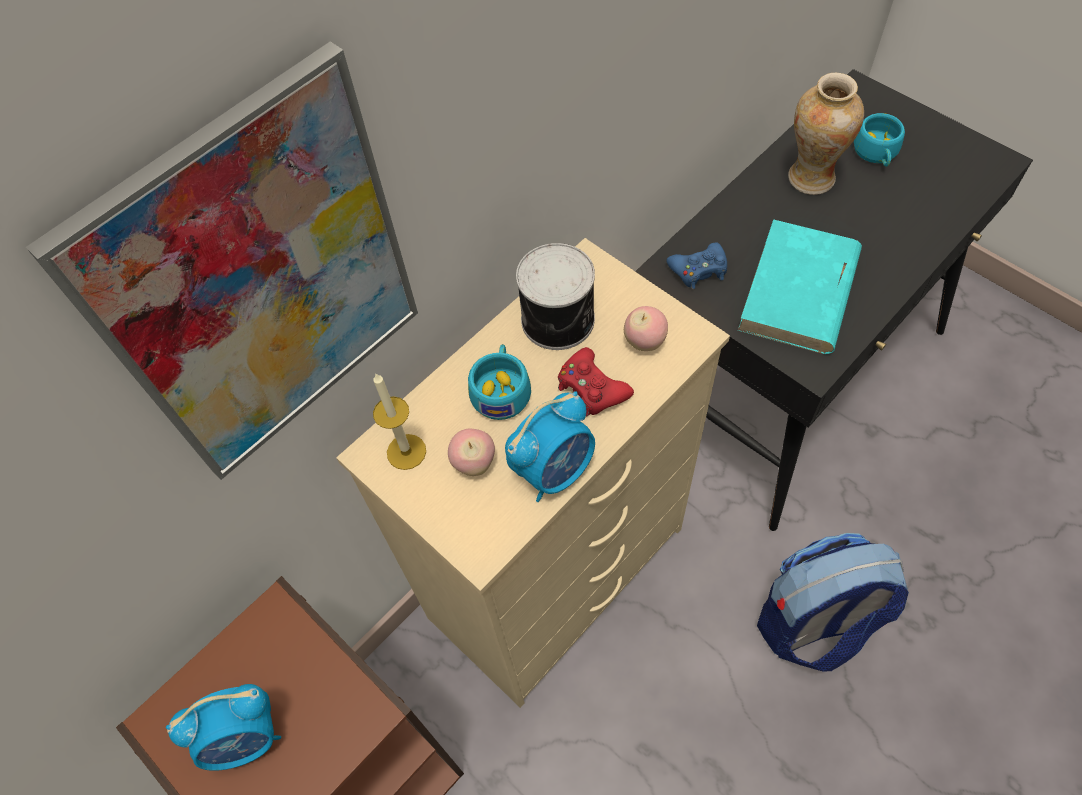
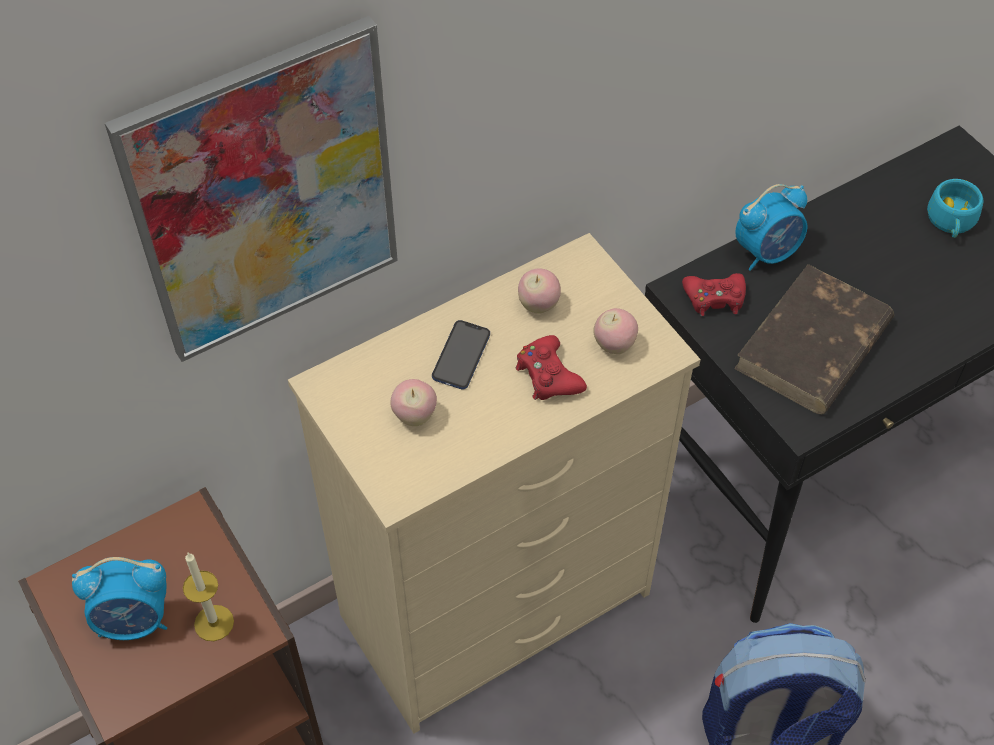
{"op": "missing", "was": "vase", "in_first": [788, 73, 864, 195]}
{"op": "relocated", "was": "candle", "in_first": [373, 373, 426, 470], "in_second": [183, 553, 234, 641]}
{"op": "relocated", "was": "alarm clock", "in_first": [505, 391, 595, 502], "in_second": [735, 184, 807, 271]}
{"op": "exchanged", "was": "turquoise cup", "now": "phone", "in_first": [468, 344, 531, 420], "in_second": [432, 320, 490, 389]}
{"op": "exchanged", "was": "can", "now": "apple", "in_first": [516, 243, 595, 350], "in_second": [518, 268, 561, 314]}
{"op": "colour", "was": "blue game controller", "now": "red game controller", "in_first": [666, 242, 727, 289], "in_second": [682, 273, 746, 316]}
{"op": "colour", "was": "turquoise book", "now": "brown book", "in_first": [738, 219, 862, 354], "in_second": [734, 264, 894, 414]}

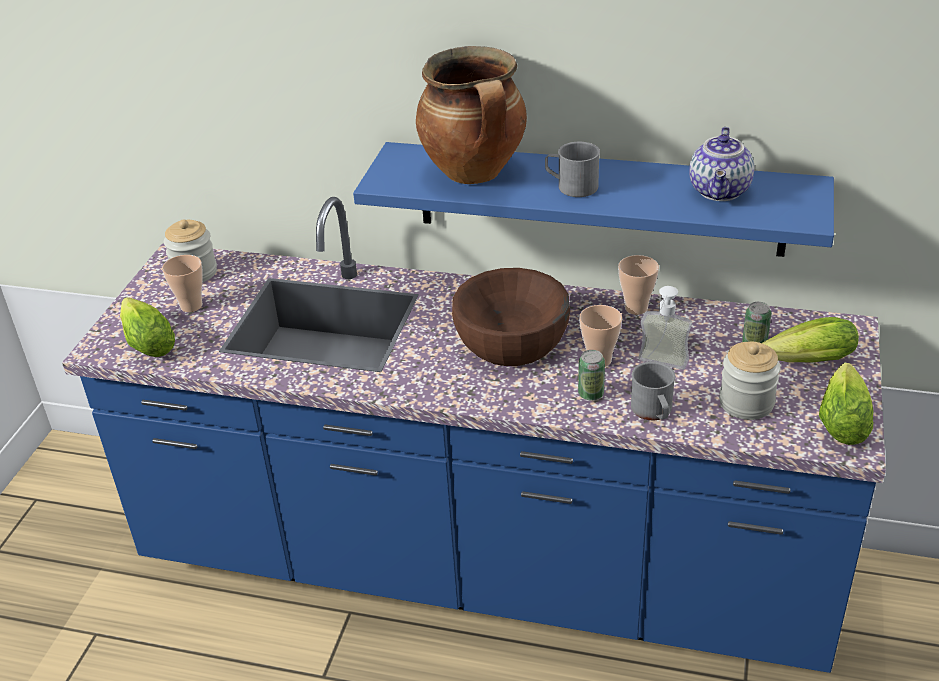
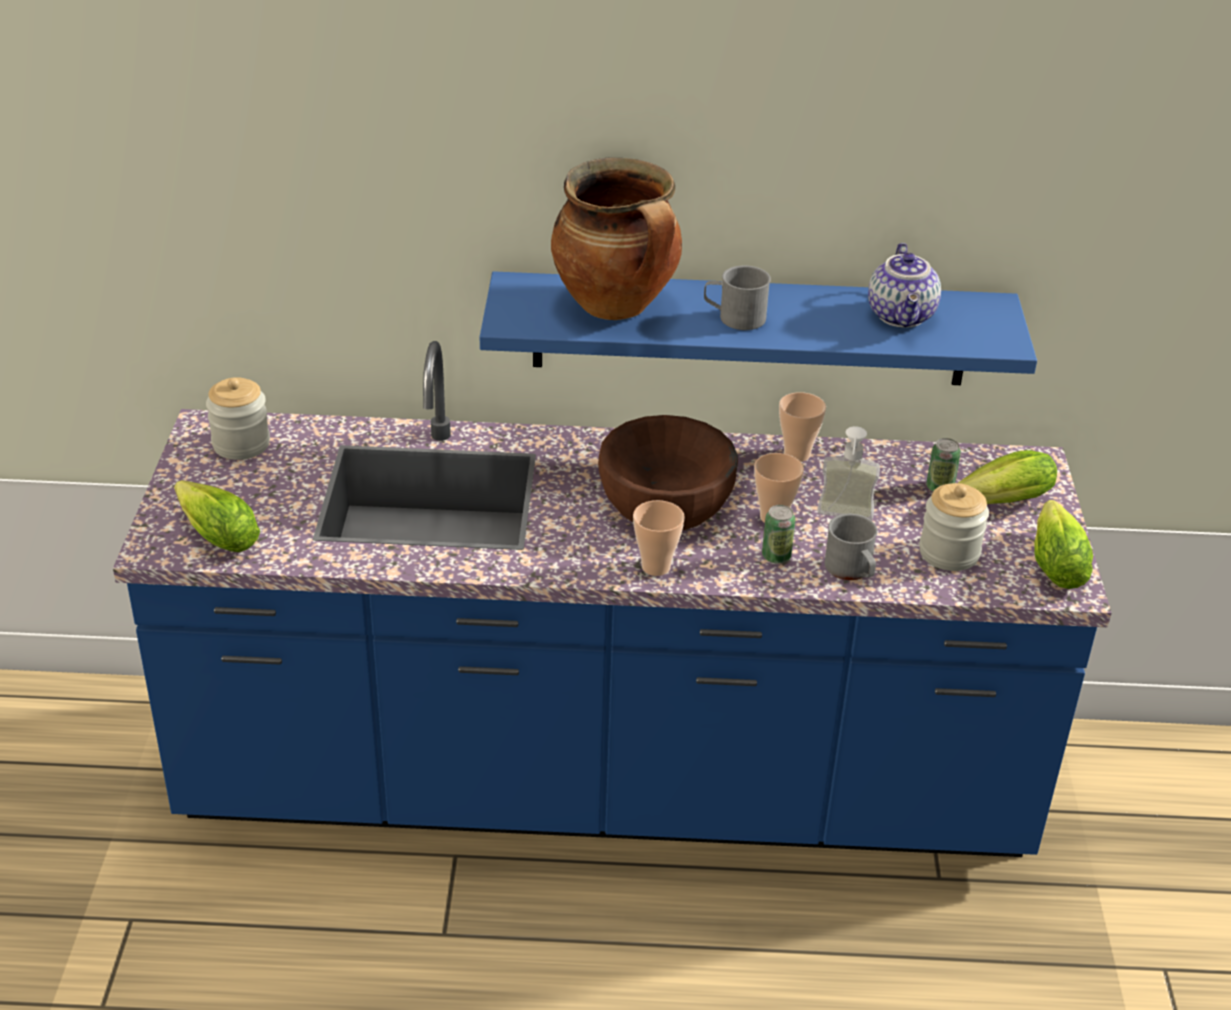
{"op": "relocated", "was": "cup", "in_first": [162, 255, 203, 312], "in_second": [633, 500, 685, 576]}

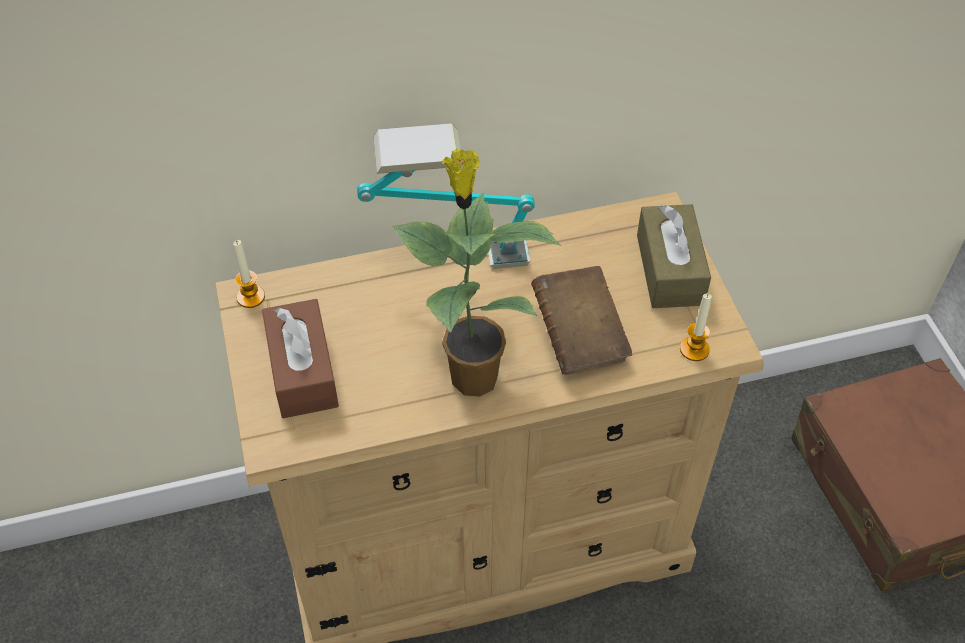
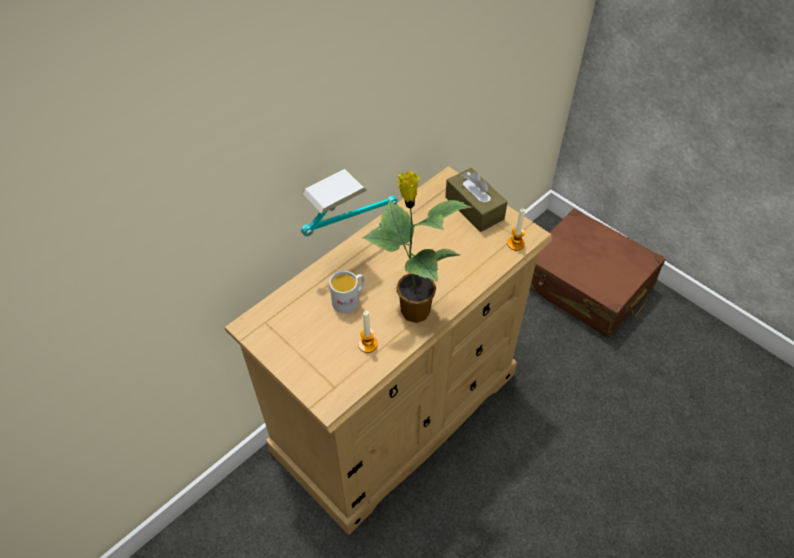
{"op": "missing", "was": "brown tissue box", "in_first": [262, 299, 339, 418]}
{"op": "missing", "was": "brown book", "in_first": [531, 266, 632, 374]}
{"op": "appeared", "now": "white mug", "in_second": [329, 271, 365, 314]}
{"op": "relocated", "was": "candle", "in_first": [233, 240, 265, 308], "in_second": [358, 311, 378, 353]}

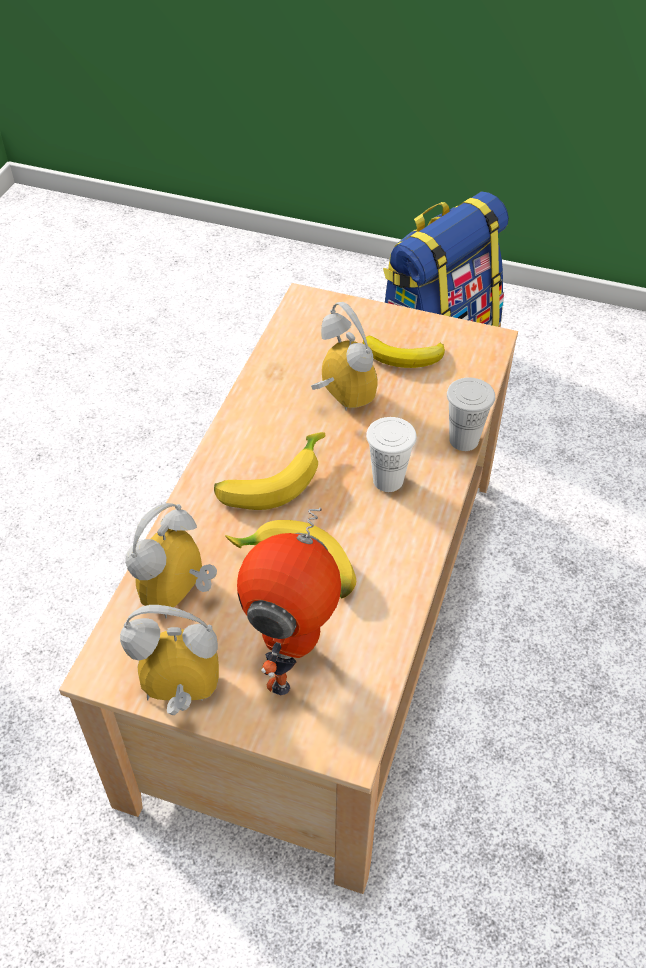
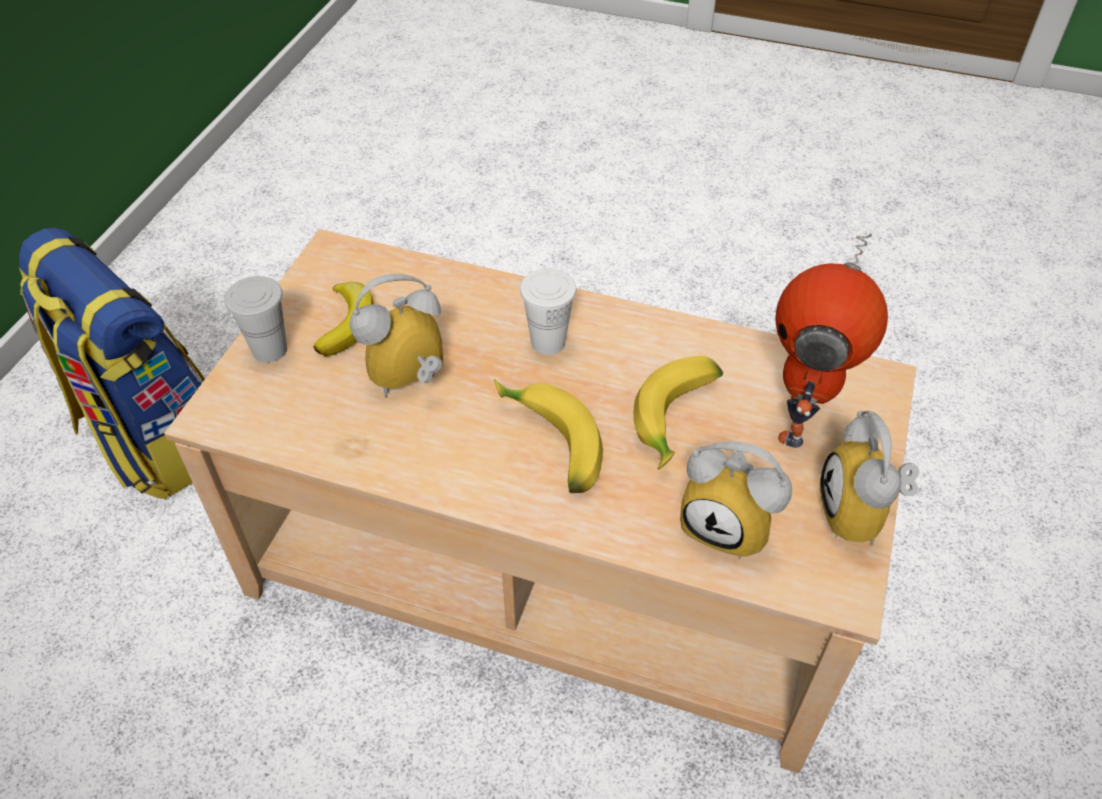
{"op": "relocated", "was": "white cup", "in_first": [447, 378, 495, 451], "in_second": [224, 276, 287, 363]}
{"op": "spun", "was": "toy robot", "in_first": [237, 508, 341, 695], "in_second": [775, 233, 888, 448], "clockwise": 90}

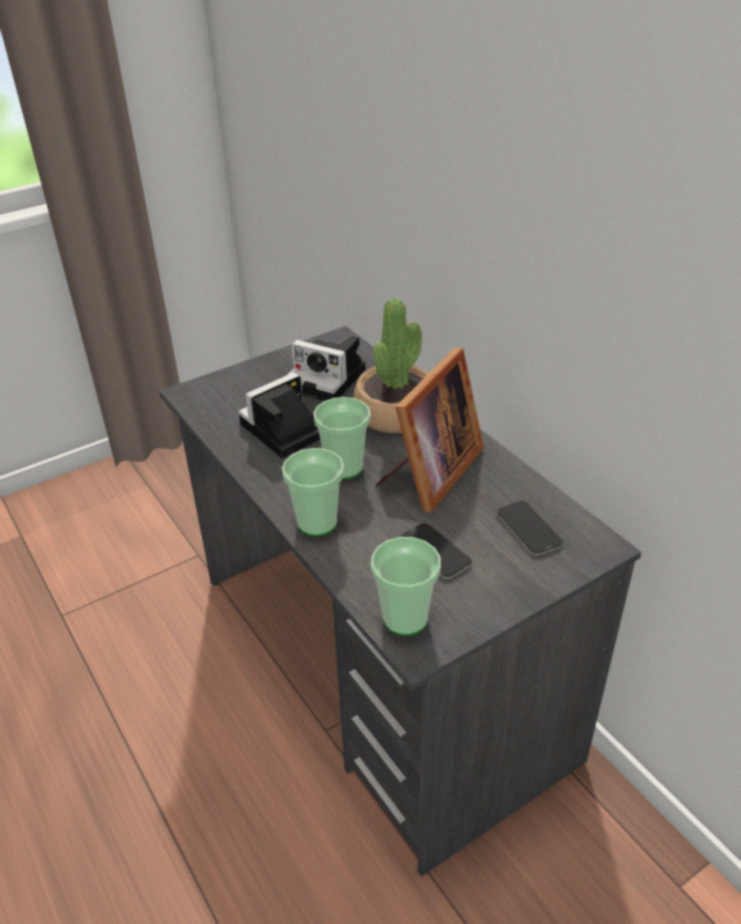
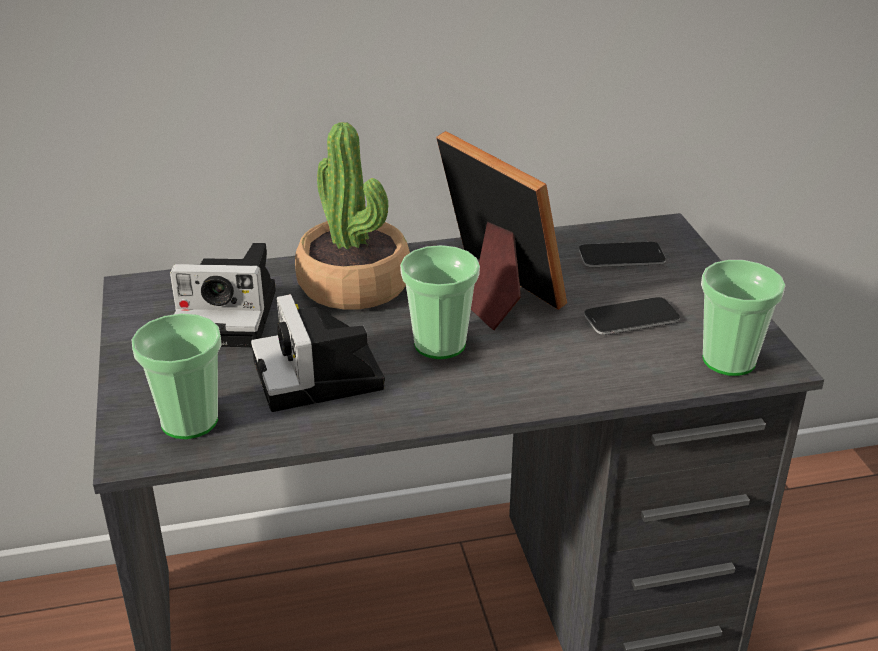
{"op": "relocated", "was": "cup", "in_first": [282, 448, 344, 536], "in_second": [132, 313, 222, 439]}
{"op": "spun", "was": "photo camera", "in_first": [287, 336, 366, 401], "in_second": [170, 243, 276, 347], "clockwise": 45}

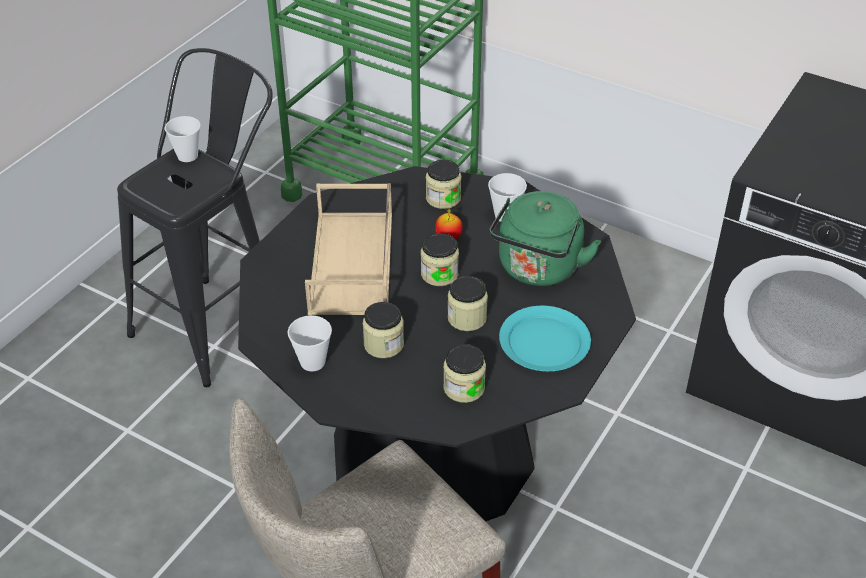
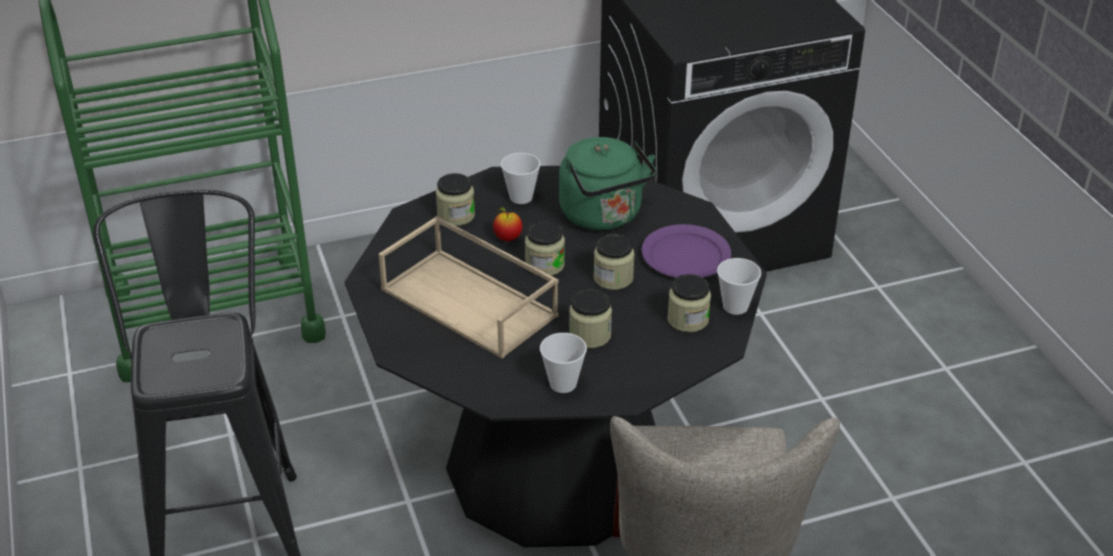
{"op": "relocated", "was": "cup", "in_first": [165, 116, 201, 162], "in_second": [717, 258, 761, 315]}
{"op": "colour", "was": "turquoise plate", "now": "purple plate", "in_first": [499, 306, 591, 371], "in_second": [642, 224, 731, 278]}

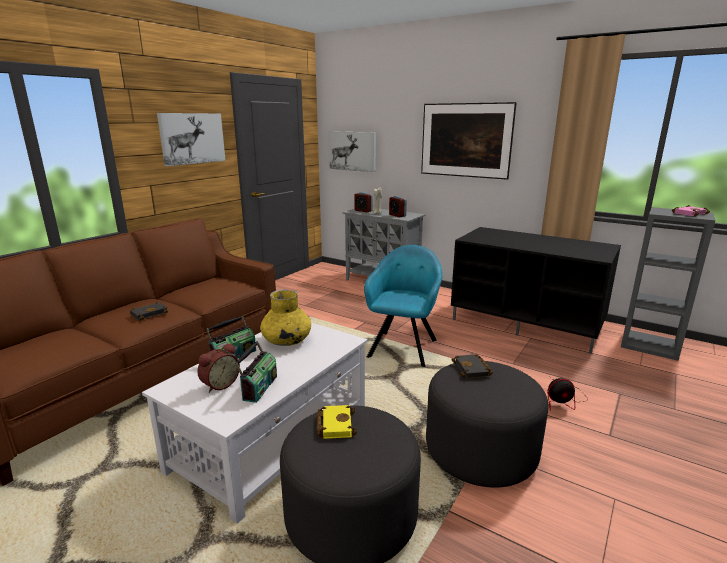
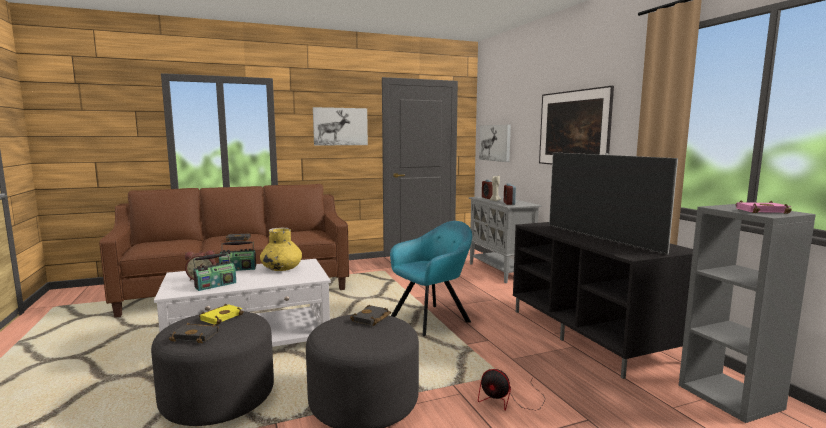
{"op": "appeared", "now": "black book", "in_second": [169, 323, 219, 343]}
{"op": "appeared", "now": "television", "in_second": [549, 152, 678, 255]}

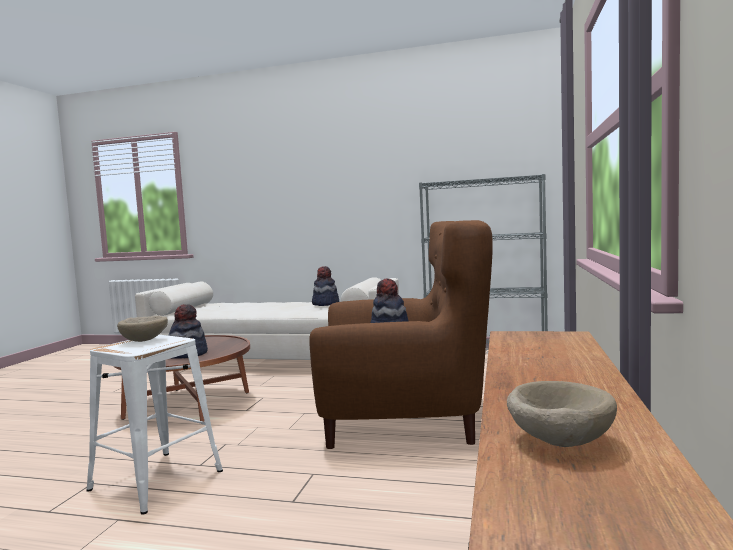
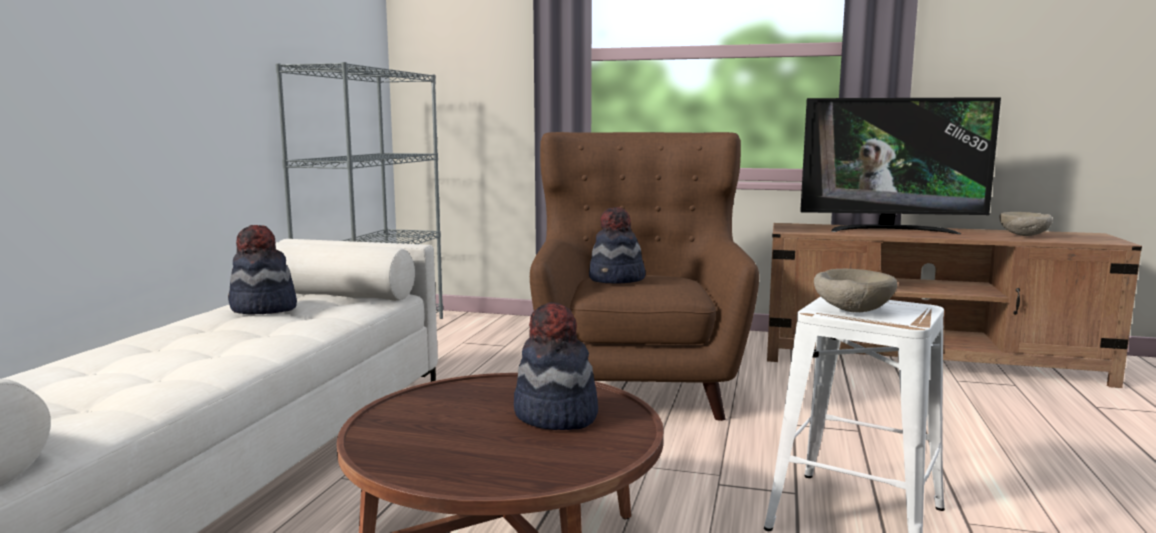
{"op": "appeared", "now": "television", "in_second": [800, 97, 1001, 234]}

